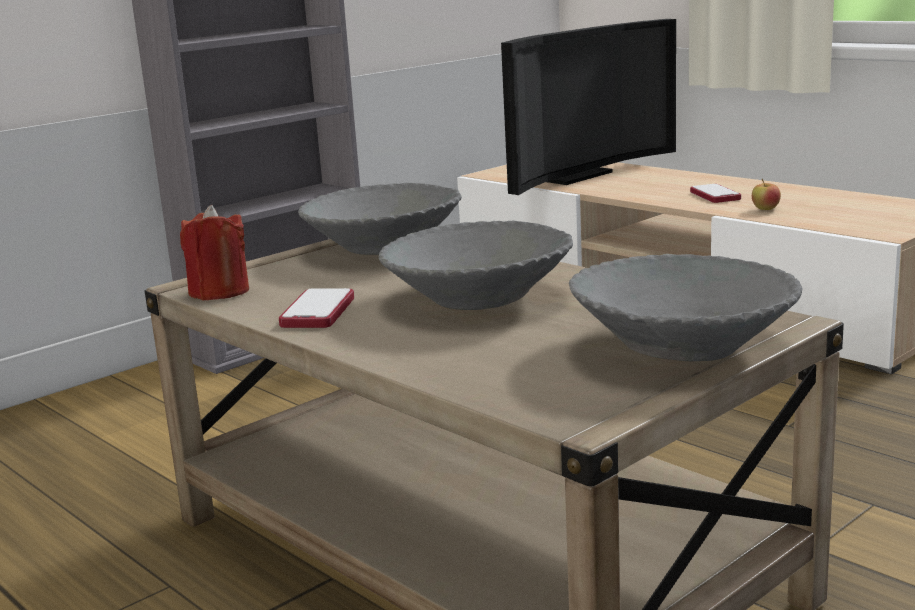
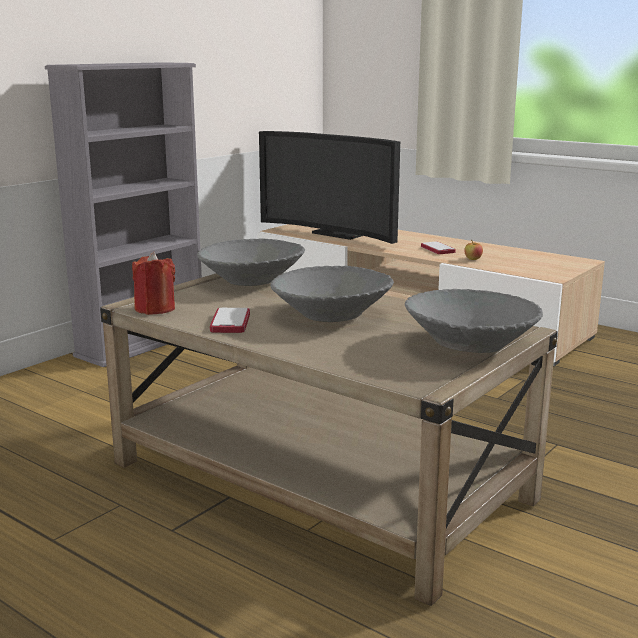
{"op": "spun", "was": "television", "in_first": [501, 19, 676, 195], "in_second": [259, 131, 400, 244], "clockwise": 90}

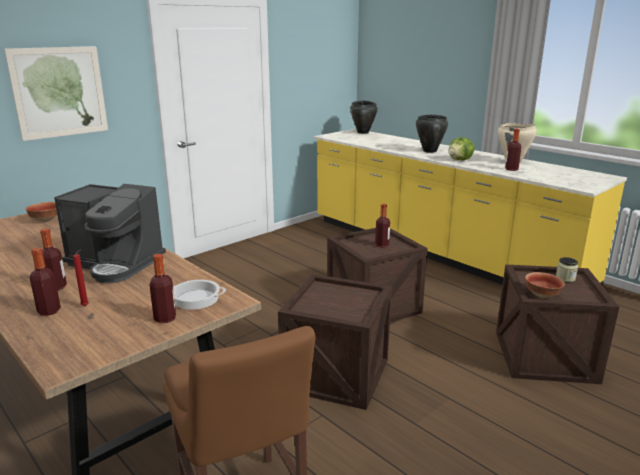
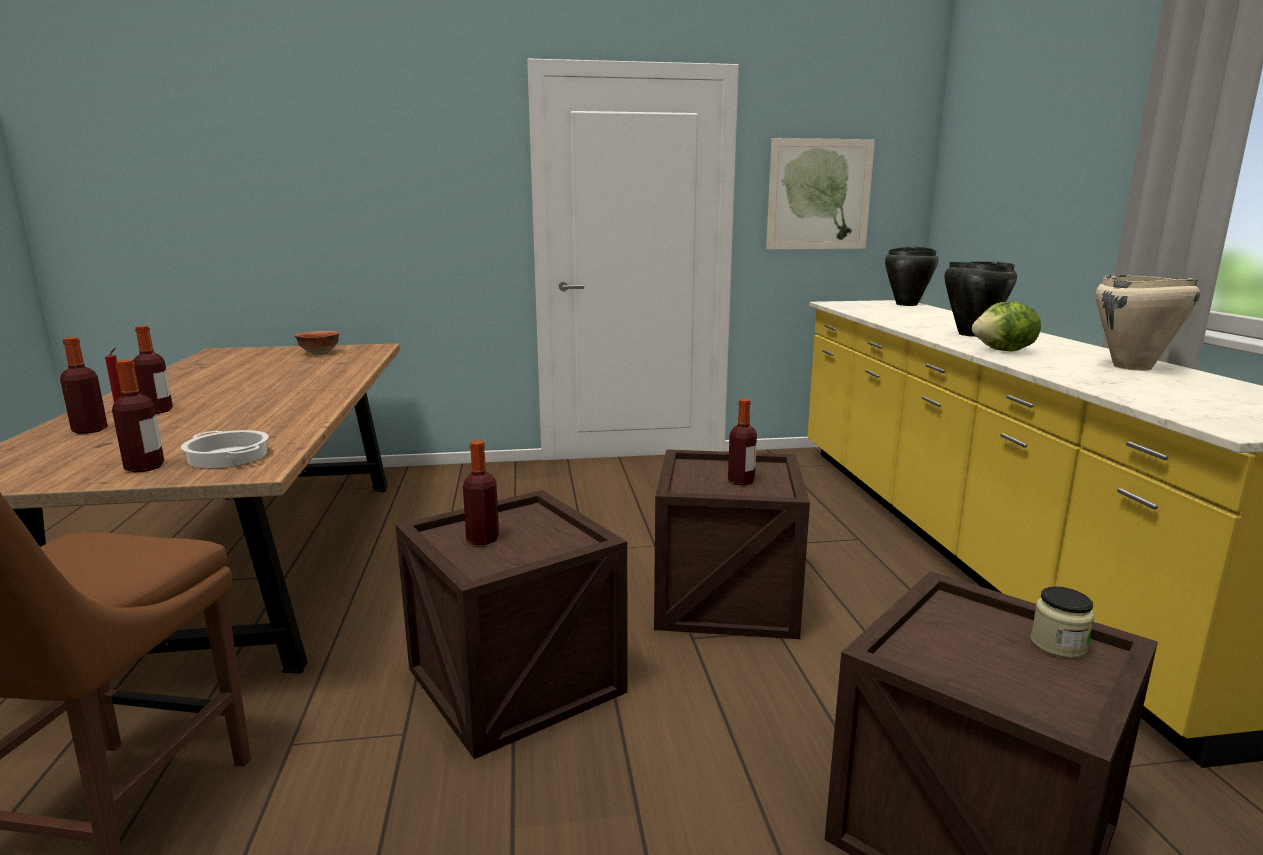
{"op": "missing", "was": "coffee machine", "in_first": [54, 184, 166, 283]}
{"op": "missing", "was": "bowl", "in_first": [525, 272, 565, 298]}
{"op": "relocated", "was": "picture", "in_first": [4, 46, 108, 141], "in_second": [766, 138, 875, 250]}
{"op": "relocated", "was": "bottle", "in_first": [505, 129, 521, 171], "in_second": [463, 440, 499, 545]}

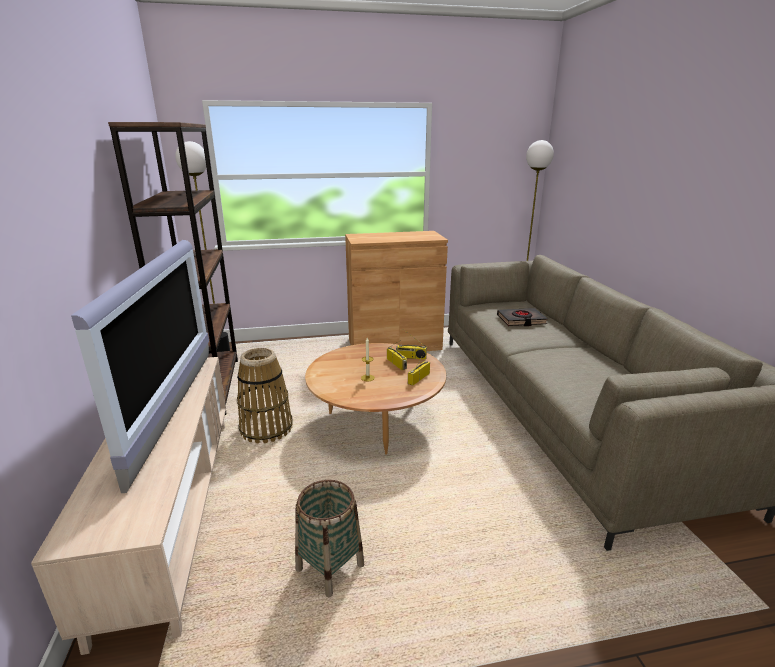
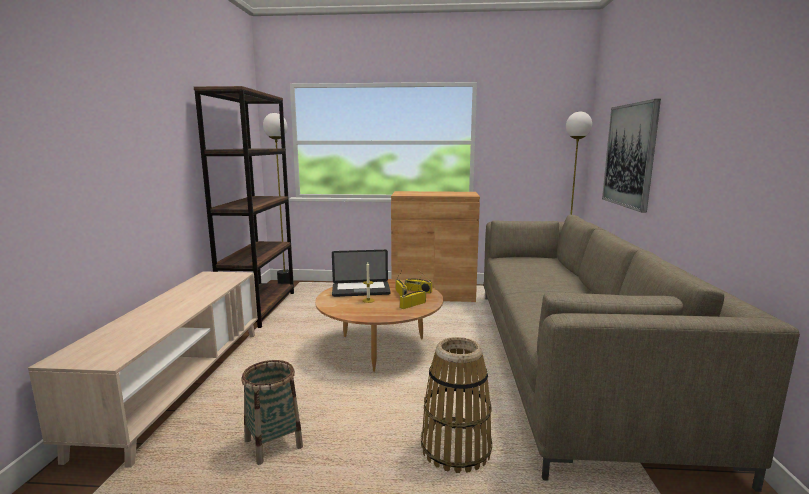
{"op": "missing", "was": "television", "in_first": [71, 240, 209, 493]}
{"op": "missing", "was": "black book", "in_first": [497, 308, 548, 326]}
{"op": "appeared", "now": "laptop", "in_second": [332, 250, 391, 297]}
{"op": "appeared", "now": "picture", "in_second": [602, 99, 661, 213]}
{"op": "relocated", "was": "basket", "in_first": [237, 348, 292, 443], "in_second": [421, 337, 492, 473]}

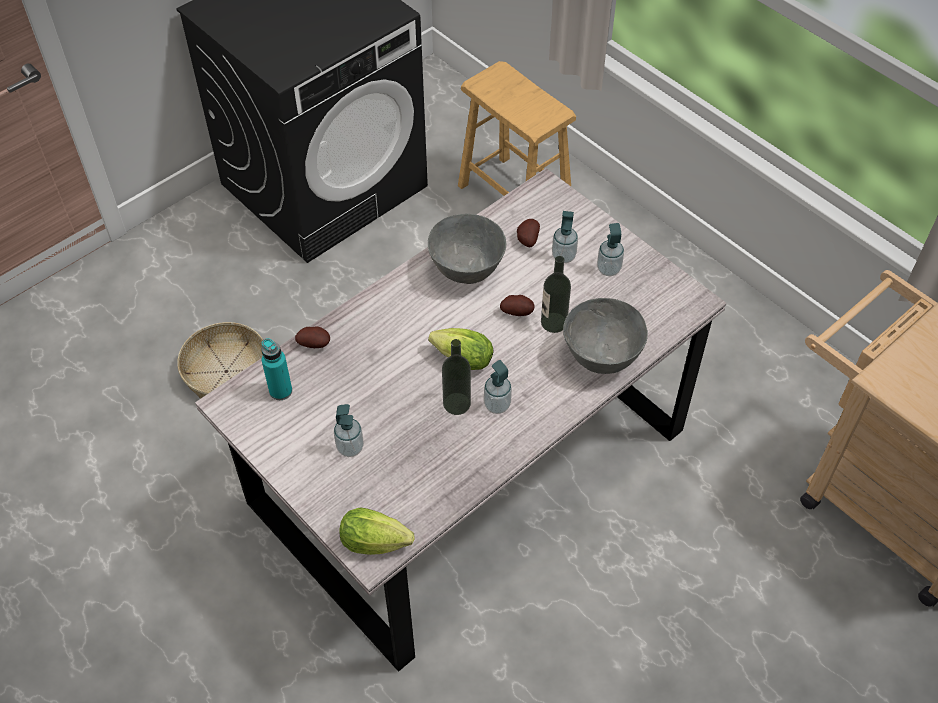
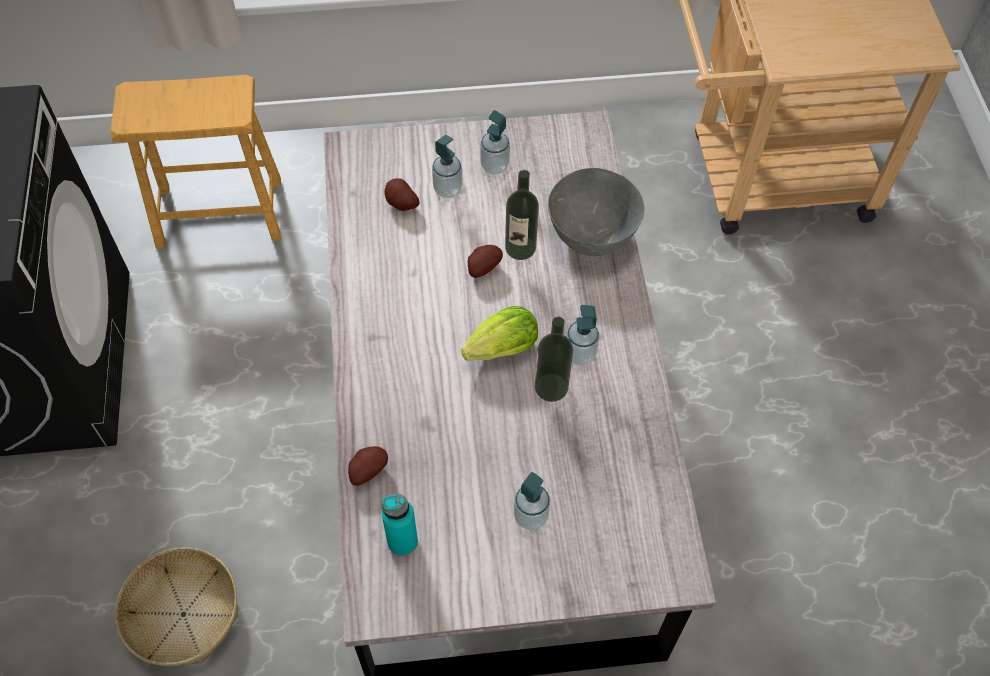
{"op": "missing", "was": "lettuce", "in_first": [339, 508, 414, 555]}
{"op": "missing", "was": "grey bowl", "in_first": [428, 213, 506, 284]}

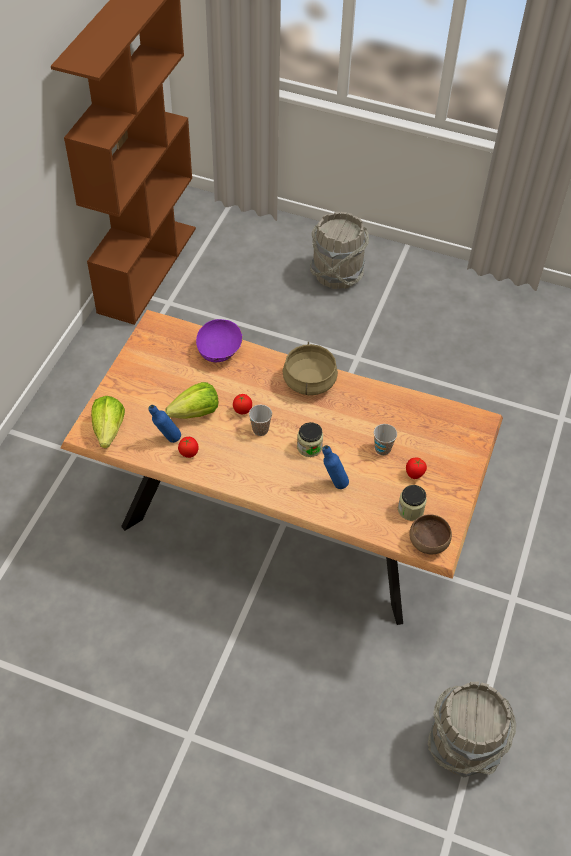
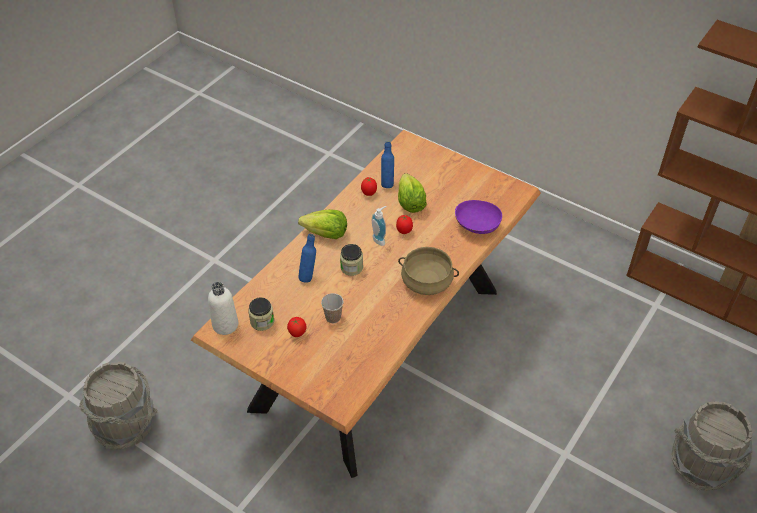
{"op": "relocated", "was": "lettuce", "in_first": [91, 396, 125, 448], "in_second": [298, 209, 347, 239]}
{"op": "exchanged", "was": "cup", "now": "soap dispenser", "in_first": [249, 405, 272, 436], "in_second": [372, 206, 387, 246]}
{"op": "exchanged", "was": "brown bowl", "now": "white bottle", "in_first": [409, 514, 452, 555], "in_second": [208, 282, 238, 335]}

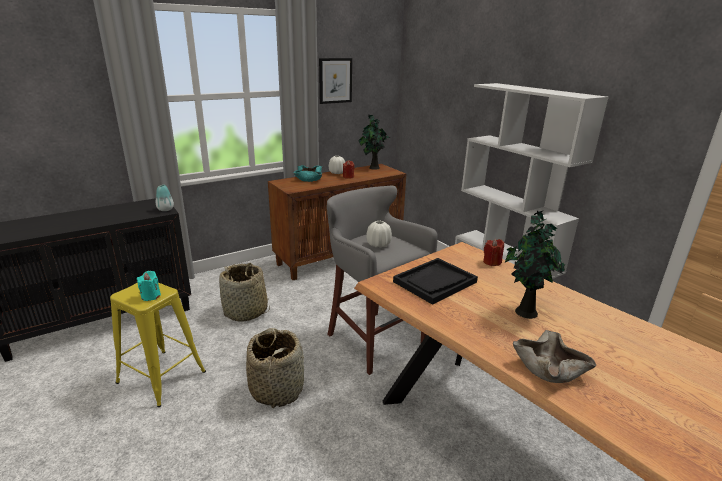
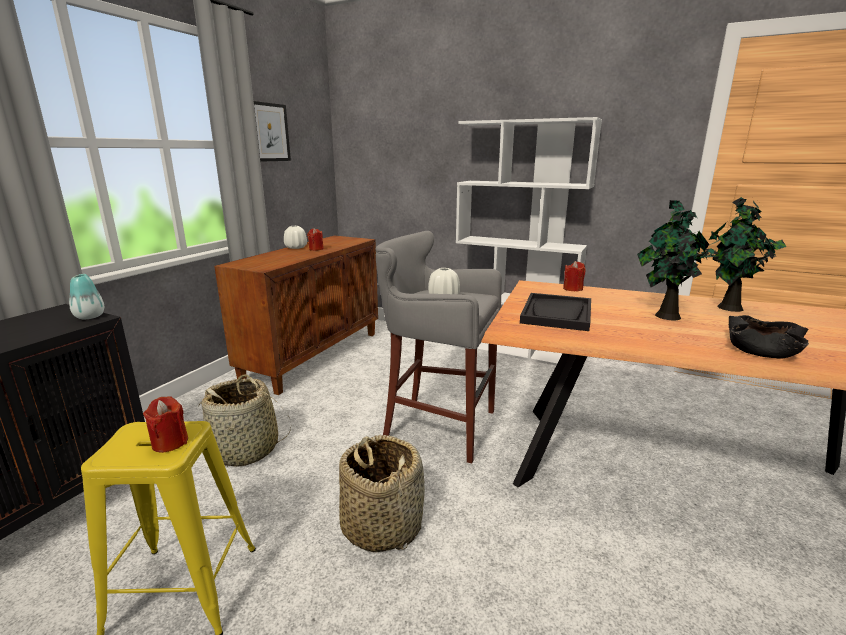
{"op": "missing", "was": "turquoise bowl", "in_first": [294, 165, 322, 182]}
{"op": "relocated", "was": "potted plant", "in_first": [358, 114, 390, 170], "in_second": [707, 197, 787, 312]}
{"op": "colour", "was": "turquoise candle", "now": "red candle", "in_first": [137, 271, 161, 301], "in_second": [143, 396, 188, 453]}
{"op": "colour", "was": "beige bowl", "now": "black bowl", "in_first": [513, 330, 596, 383], "in_second": [729, 315, 809, 359]}

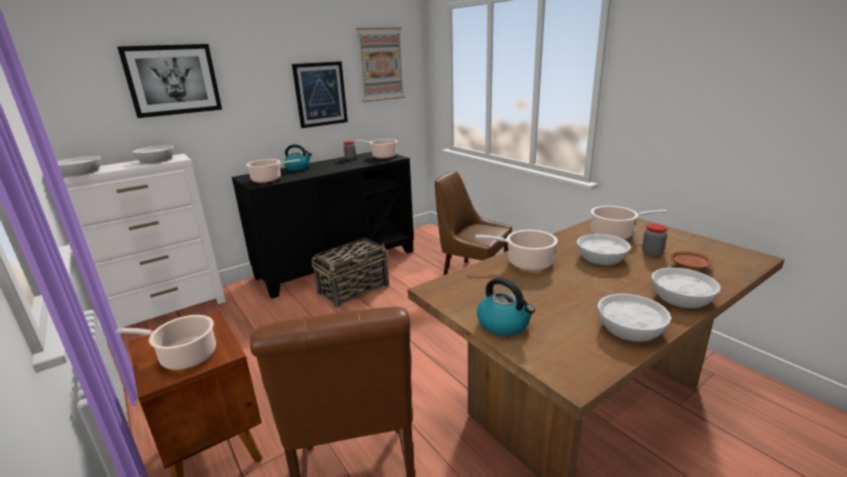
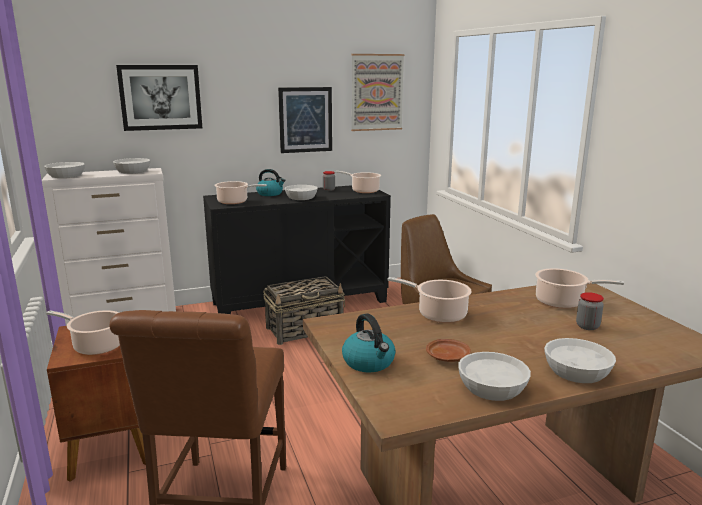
{"op": "relocated", "was": "white bowl", "in_first": [577, 234, 631, 265], "in_second": [285, 185, 318, 200]}
{"op": "relocated", "was": "brown plate", "in_first": [671, 251, 713, 269], "in_second": [426, 339, 471, 362]}

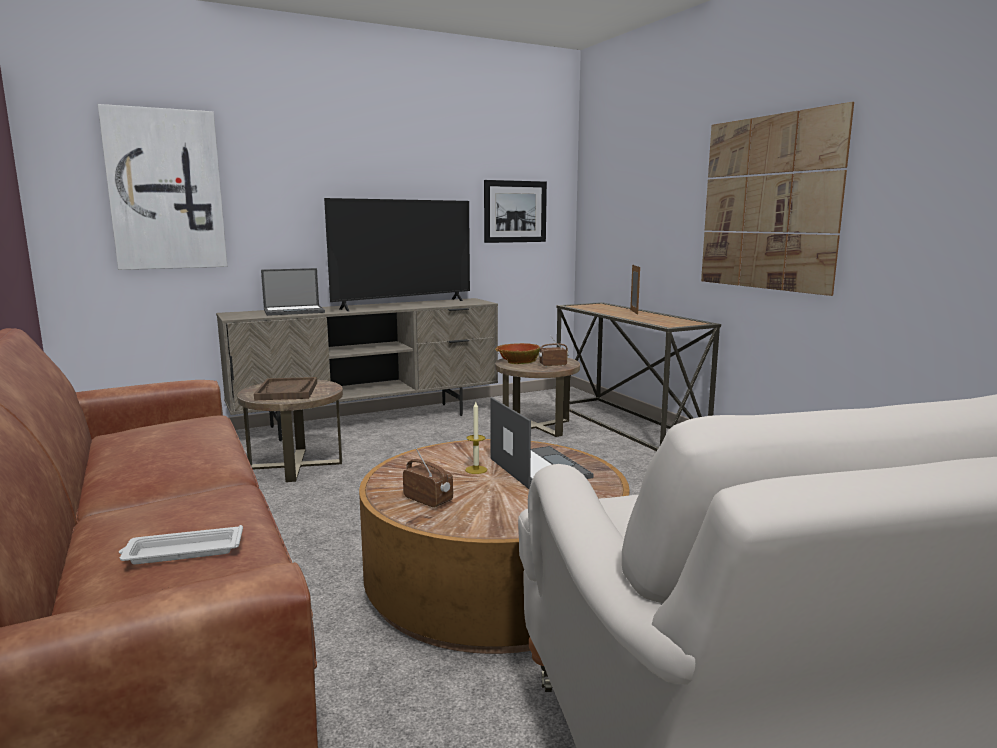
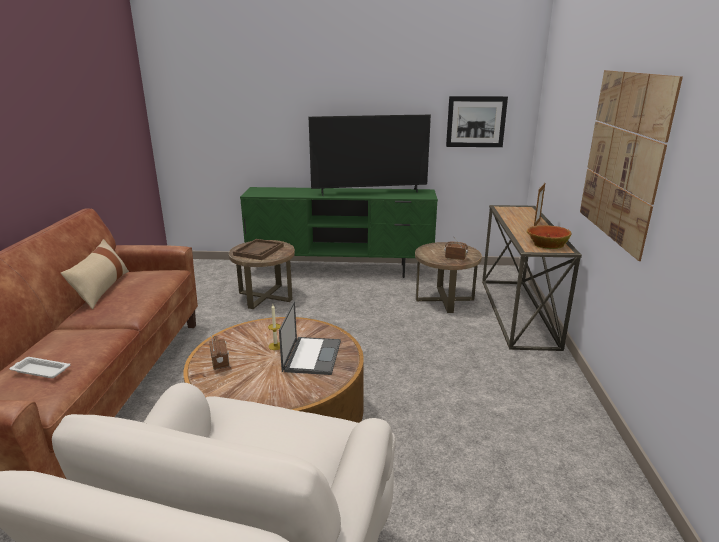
{"op": "missing", "was": "picture", "in_first": [98, 104, 227, 270]}
{"op": "missing", "was": "laptop", "in_first": [261, 268, 325, 316]}
{"op": "appeared", "now": "beige pillow", "in_second": [61, 239, 129, 309]}
{"op": "relocated", "was": "bowl", "in_first": [495, 343, 540, 364], "in_second": [527, 225, 572, 249]}
{"op": "colour", "was": "beige tv stand", "now": "green tv stand", "in_first": [216, 298, 498, 441], "in_second": [240, 187, 438, 278]}

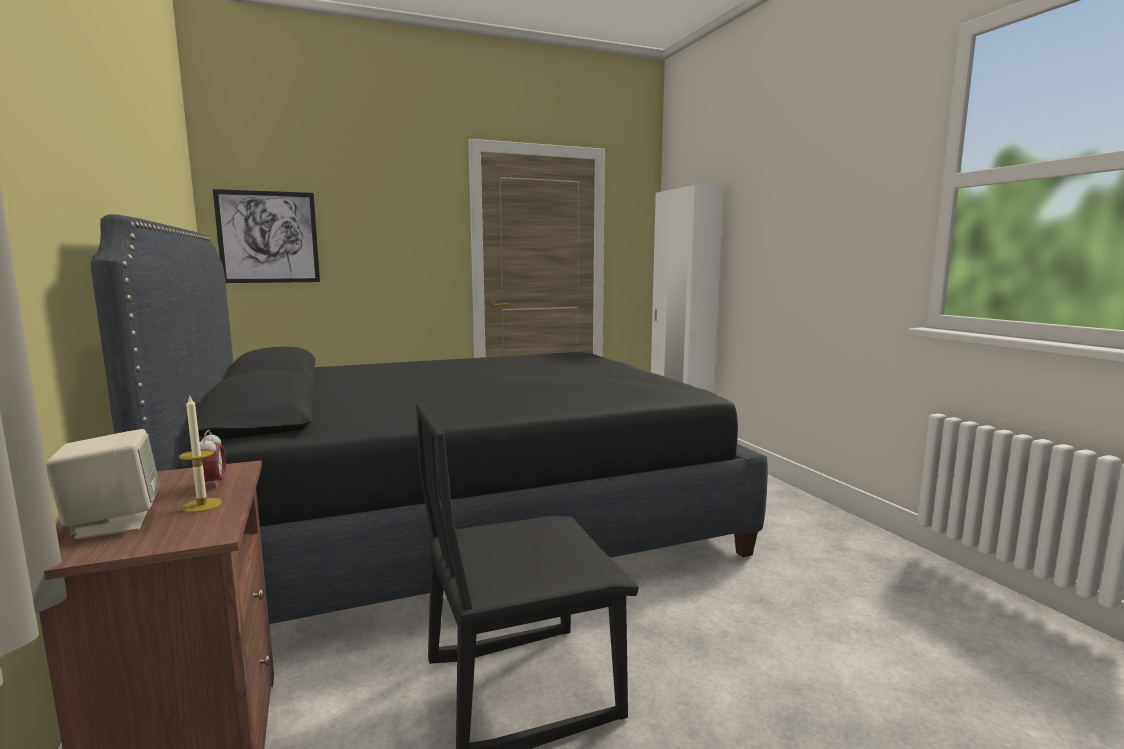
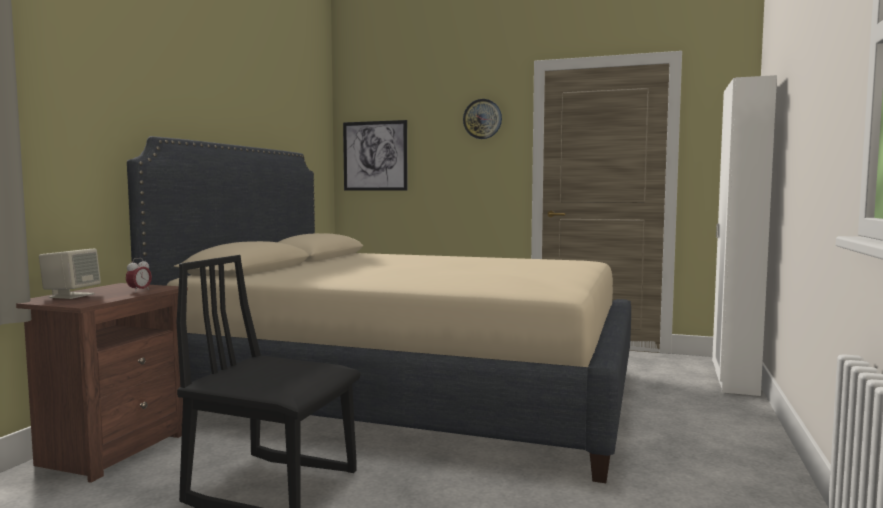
{"op": "missing", "was": "candle", "in_first": [179, 397, 222, 512]}
{"op": "appeared", "now": "wall clock", "in_second": [463, 99, 502, 139]}
{"op": "colour", "was": "black bed", "now": "beige bed", "in_first": [91, 214, 768, 624], "in_second": [127, 136, 631, 483]}

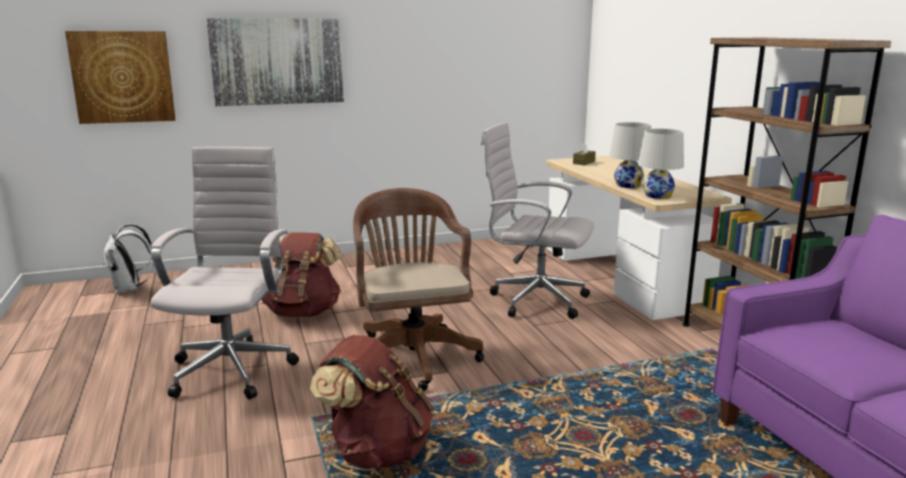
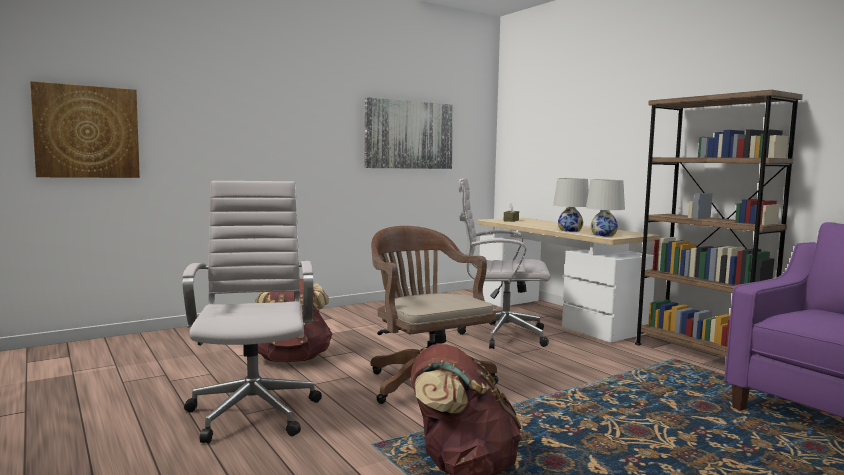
{"op": "missing", "was": "white backpack", "in_first": [103, 224, 154, 294]}
{"op": "relocated", "was": "picture", "in_first": [206, 18, 344, 106], "in_second": [364, 97, 453, 169]}

